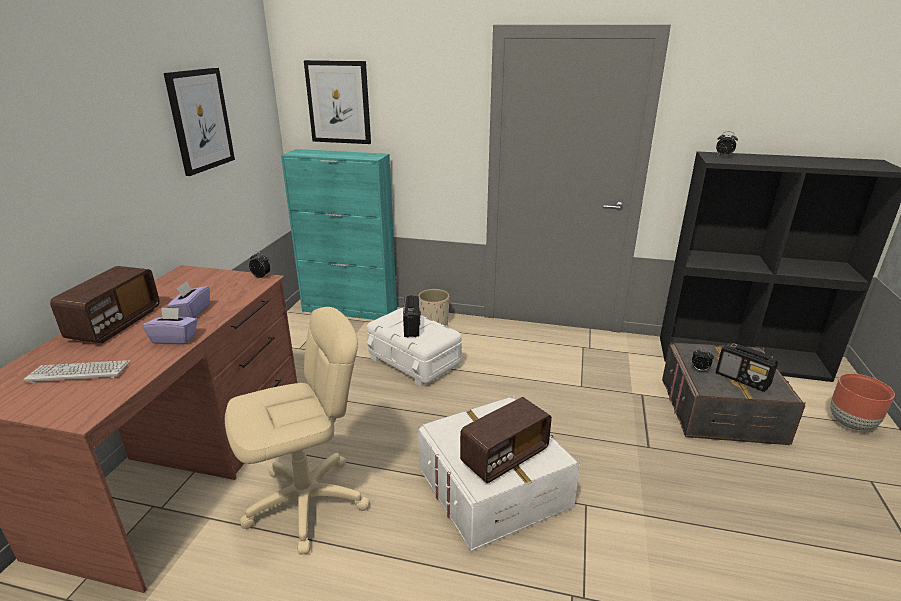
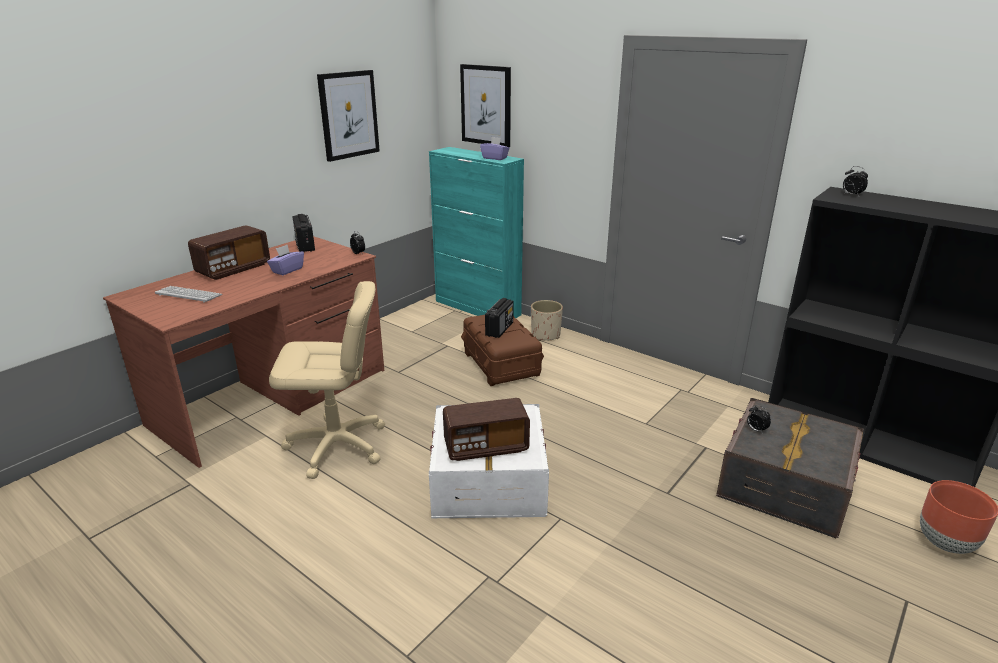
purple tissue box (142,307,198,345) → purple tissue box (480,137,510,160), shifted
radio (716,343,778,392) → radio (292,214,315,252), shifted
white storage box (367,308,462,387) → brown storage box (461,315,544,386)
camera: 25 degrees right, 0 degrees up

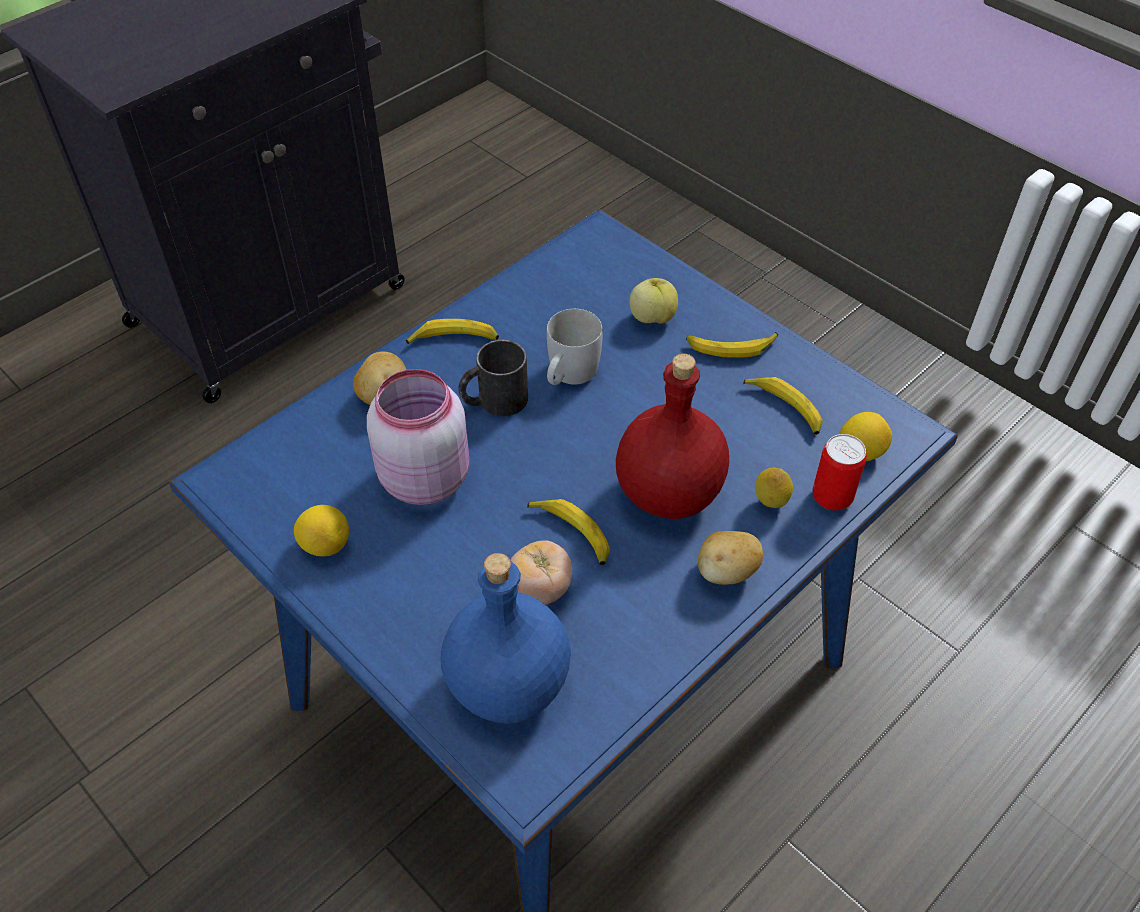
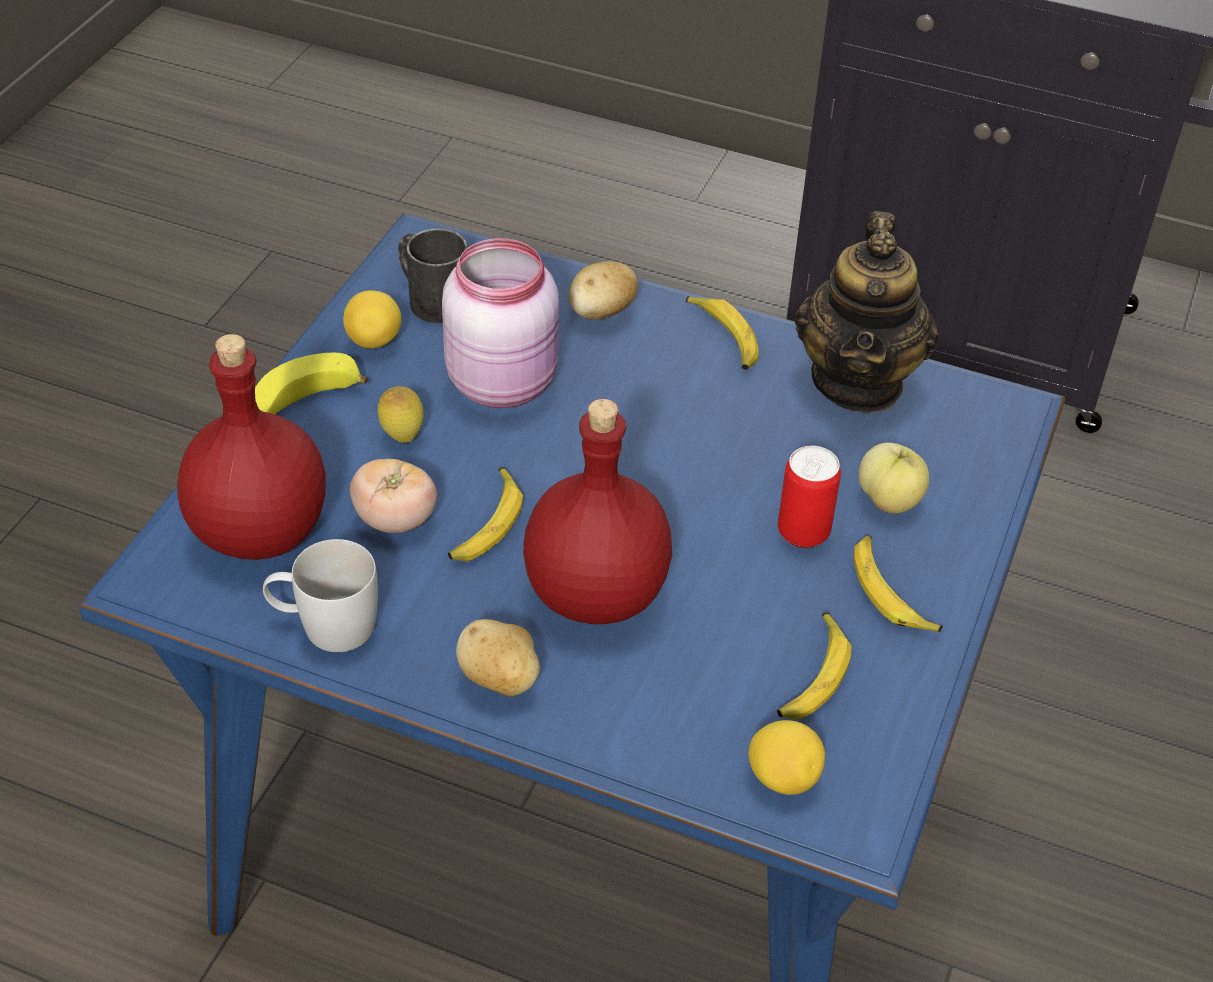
- → banana (255,353,368,414)
- → teapot (794,211,939,413)
black mug (458,340,528,416) → black mug (398,228,468,323), shifted
white mug (547,309,603,385) → white mug (263,539,378,652), shifted
lemon (755,468,793,508) → lemon (378,386,424,443), shifted
can (813,434,867,511) → can (778,446,841,548), shifted
blue bottle (441,553,571,724) → red bottle (177,334,326,560)
camera: 65 degrees right, 5 degrees down

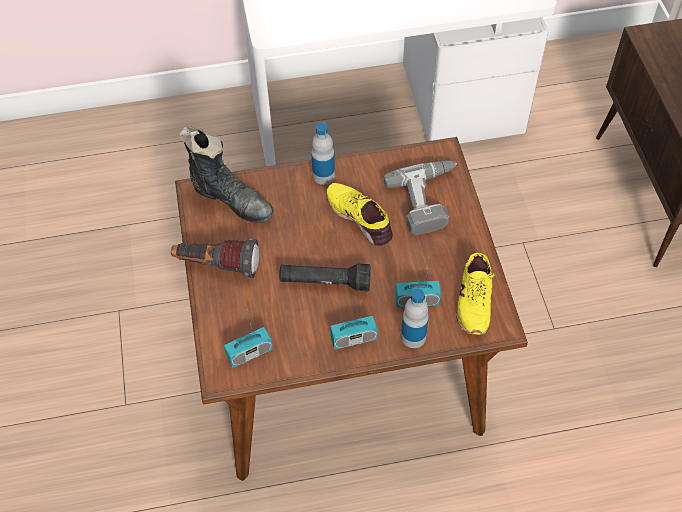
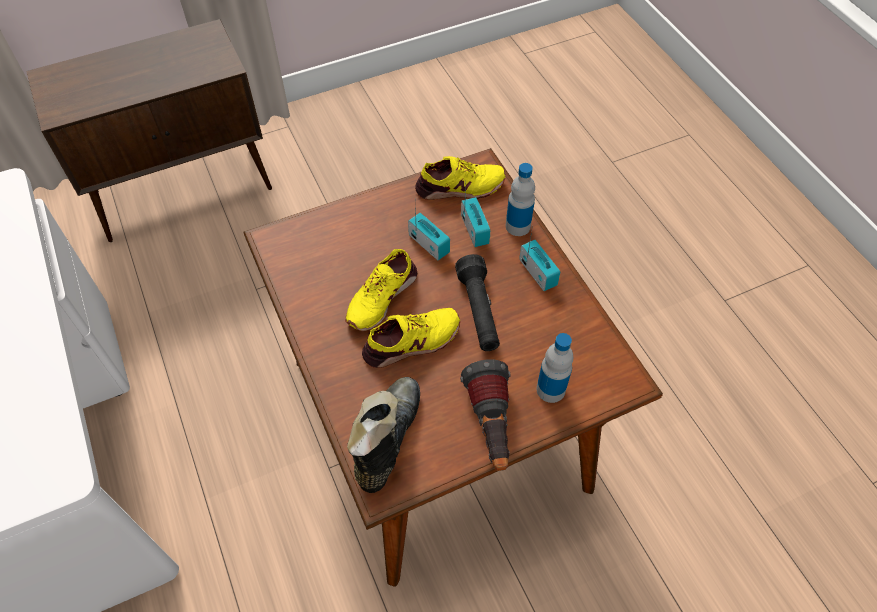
power drill (383,161,457,235) → -
- → yellow shoe (362,308,460,368)
radio (224,312,273,368) → radio (408,205,450,260), shifted
bottle (311,122,335,185) → bottle (536,333,573,403), shifted
camera: 105 degrees left, 0 degrees up

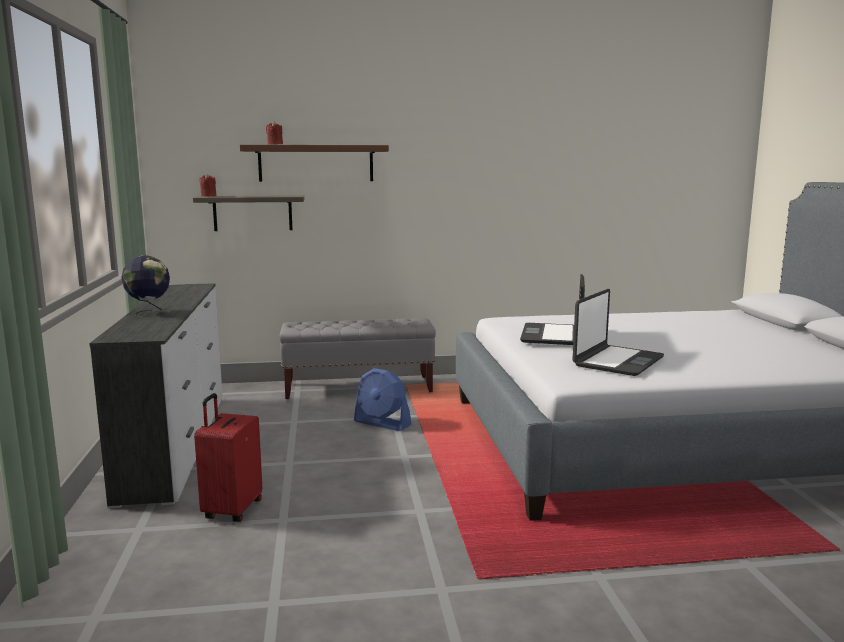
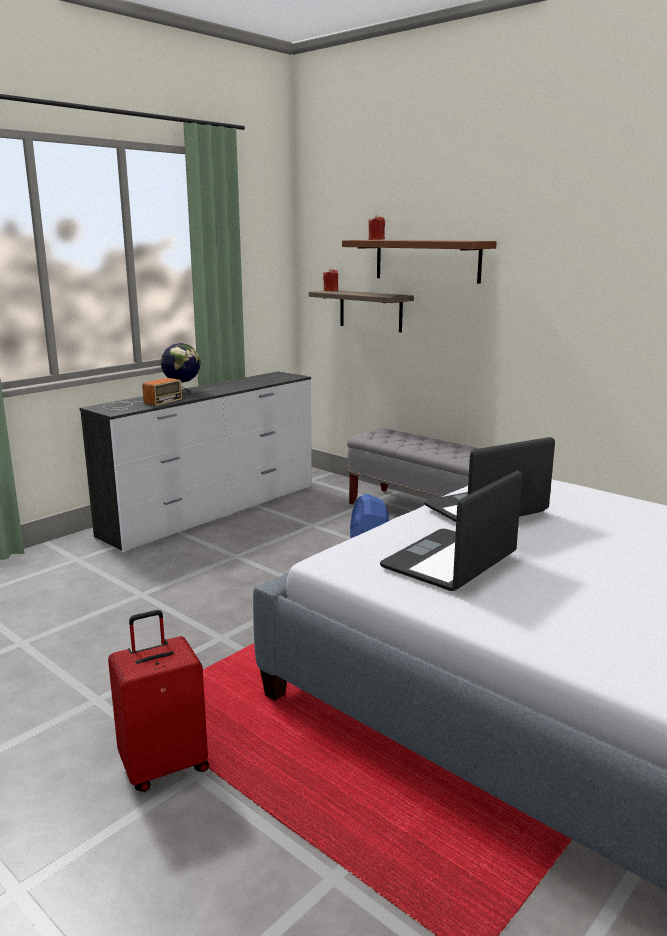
- → radio (104,378,182,410)
red suitcase (194,393,262,522) → red suitcase (108,610,209,792), shifted
laptop (572,289,664,376) → laptop (380,470,522,591), 135 degrees clockwise
camera: 50 degrees right, 5 degrees up

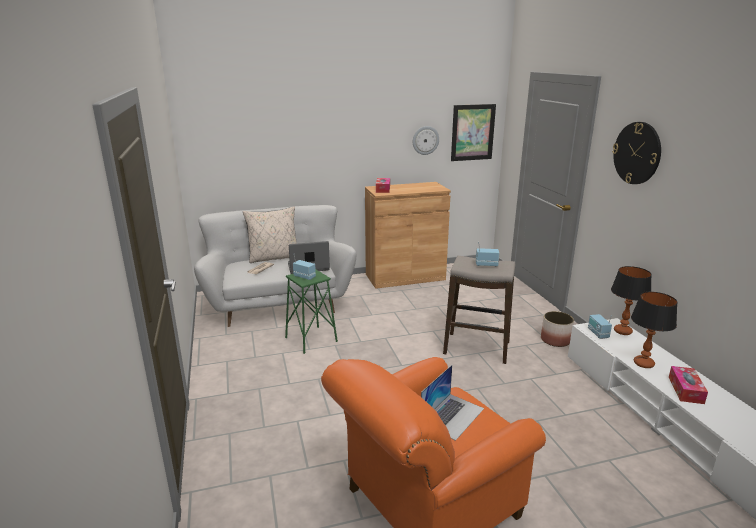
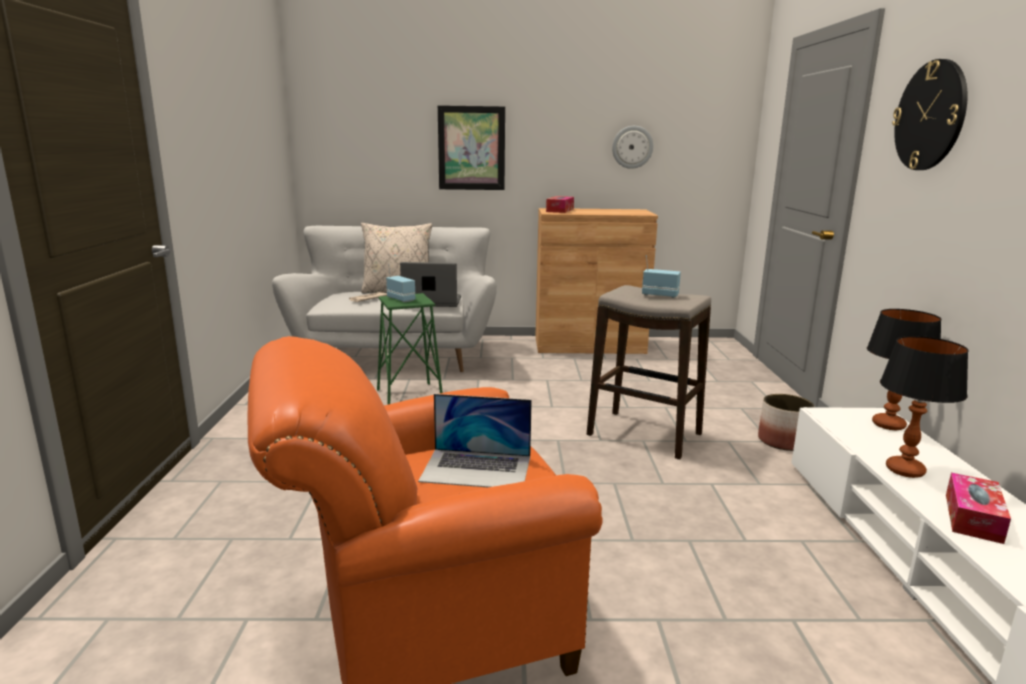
radio (588,314,612,339) → -
picture (451,104,496,161) → picture (438,105,505,190), shifted
laptop (421,365,484,441) → laptop (418,394,532,487), 45 degrees clockwise
camera: 15 degrees right, 5 degrees down

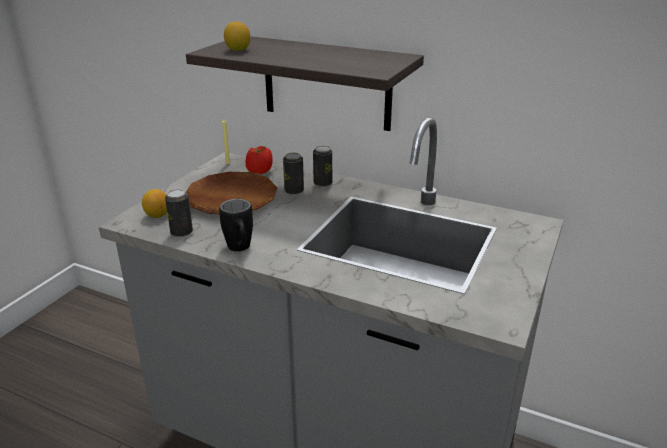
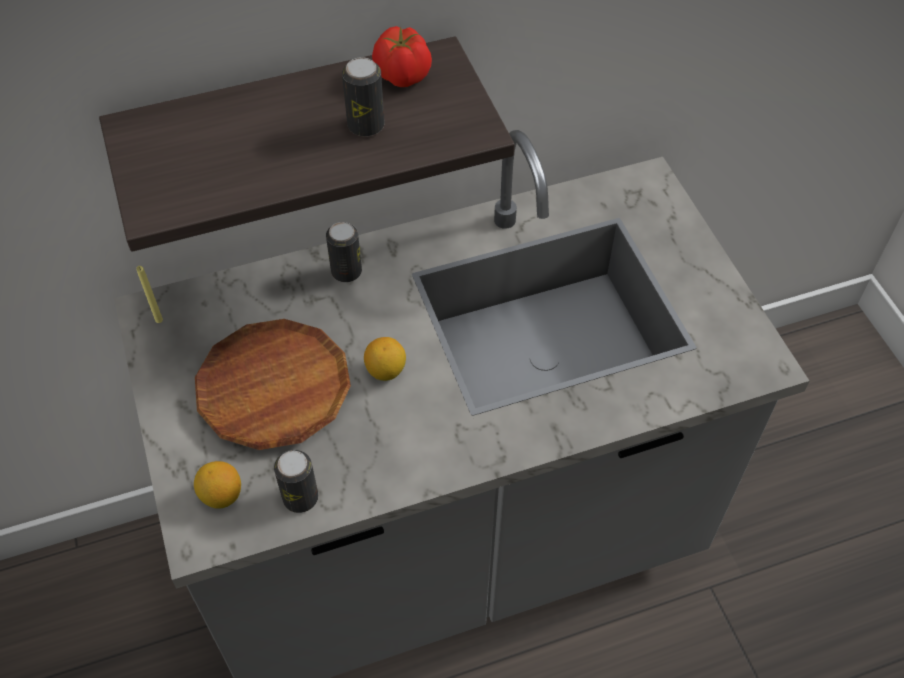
black mug (219,199,253,251) → -
lemon (224,21,250,51) → lemon (364,337,406,381), shifted
tomato (245,146,273,174) → tomato (372,26,432,87), shifted
can (283,153,304,195) → can (342,57,385,137), shifted
camera: 45 degrees left, 25 degrees up

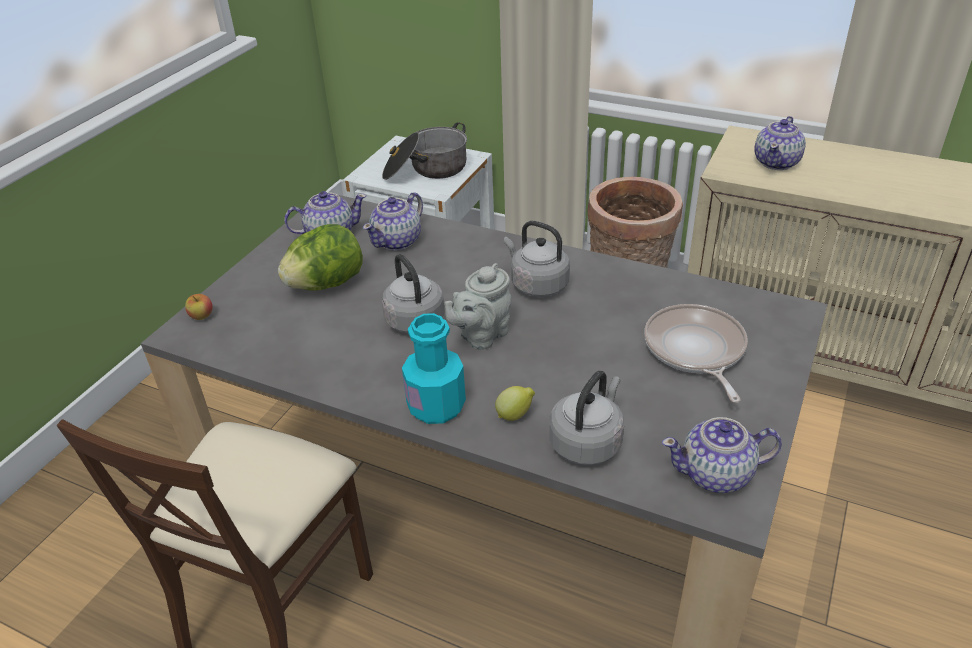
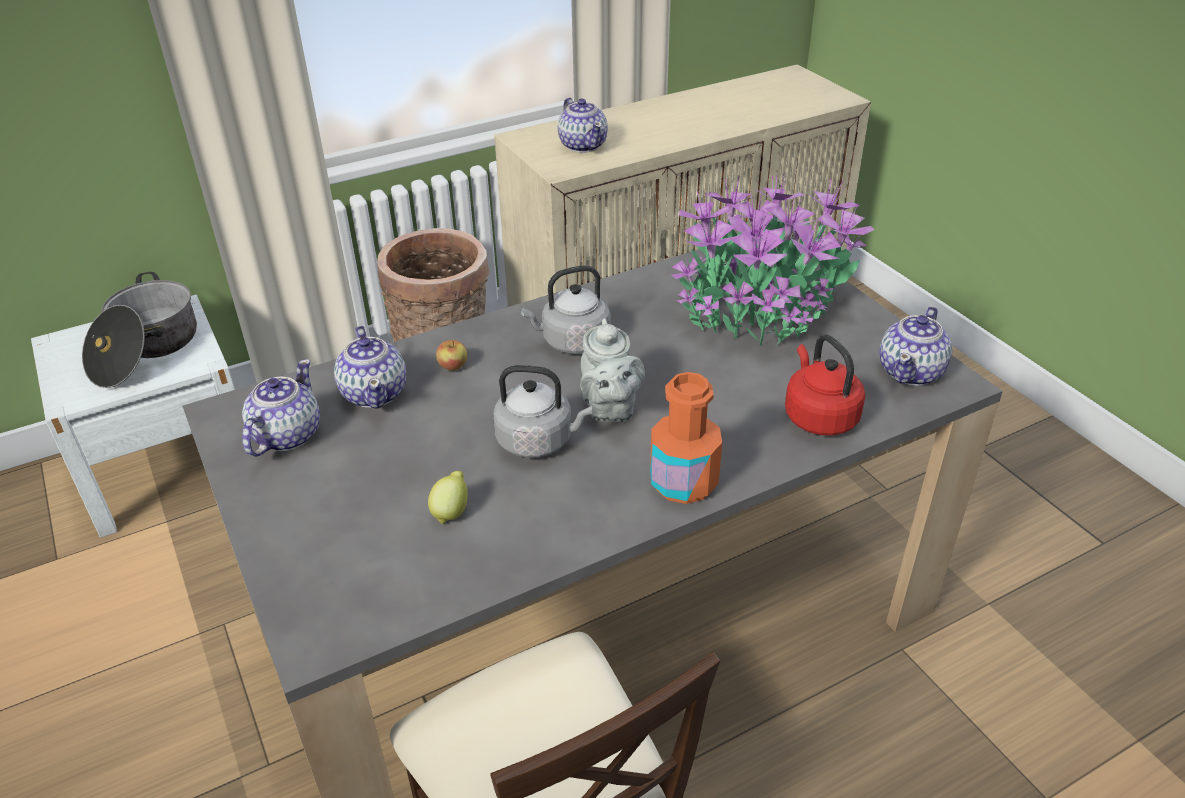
lettuce (278,224,363,291) → -
apple (185,294,213,320) → apple (436,340,467,371), shifted
lemon (495,386,535,421) → lemon (428,471,468,524), shifted
frying pan (644,304,748,403) → potted plant (671,174,874,346)
turquoise bottle (402,313,466,424) → orange bottle (650,372,722,504)
grey kettle (549,371,624,465) → red kettle (785,335,865,435)
camera: 55 degrees left, 0 degrees up

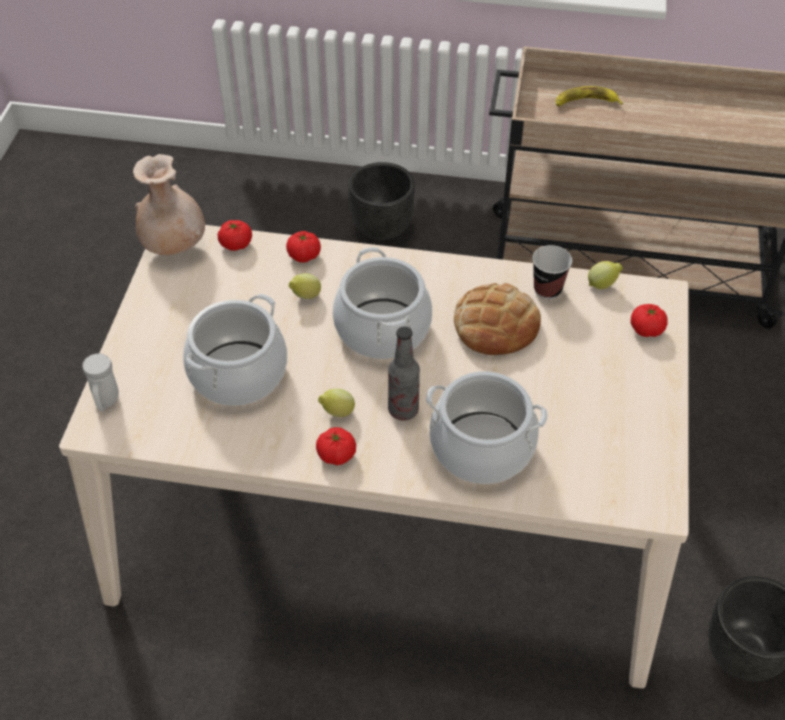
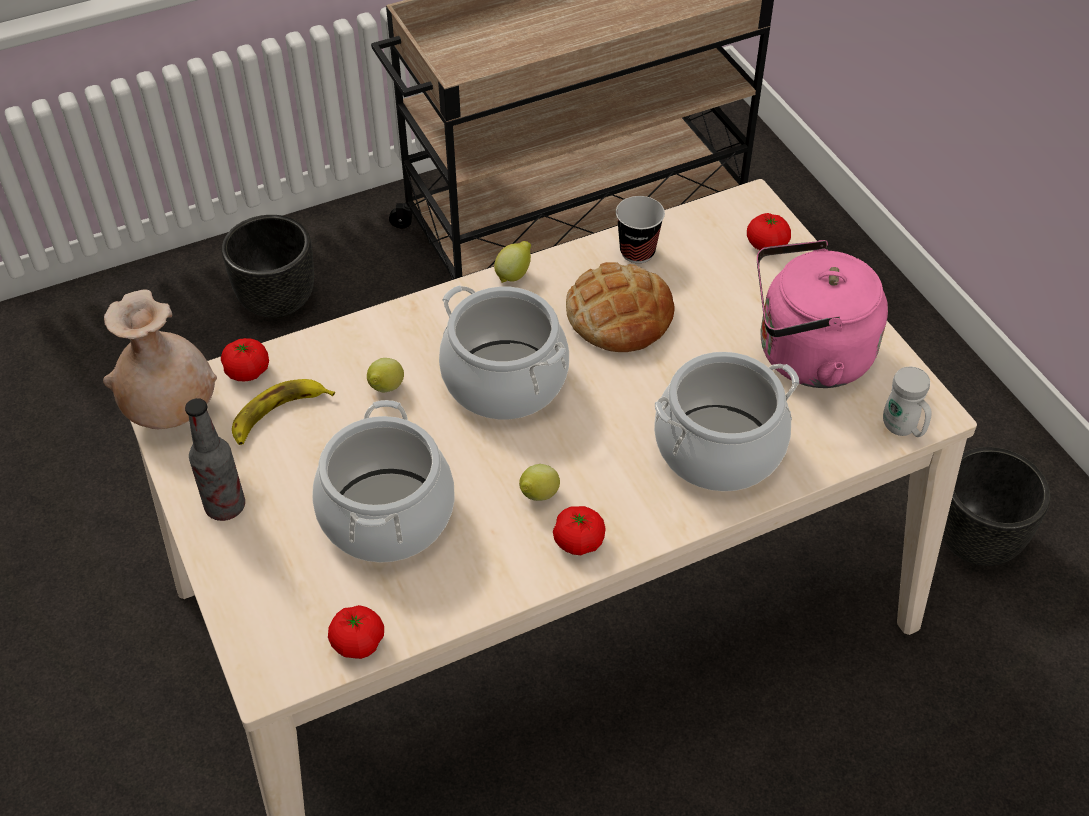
- → pink kettle (757,240,888,388)
white mug (83,353,119,411) → white mug (883,367,932,437), shifted
tomato (286,231,321,263) → tomato (328,605,384,659), shifted
bottle (388,326,420,420) → bottle (185,398,245,521), shifted
banana (556,86,623,106) → banana (232,379,335,445), shifted
lemon (588,261,623,289) → lemon (494,241,531,283), shifted
camera: 35 degrees left, 0 degrees up

